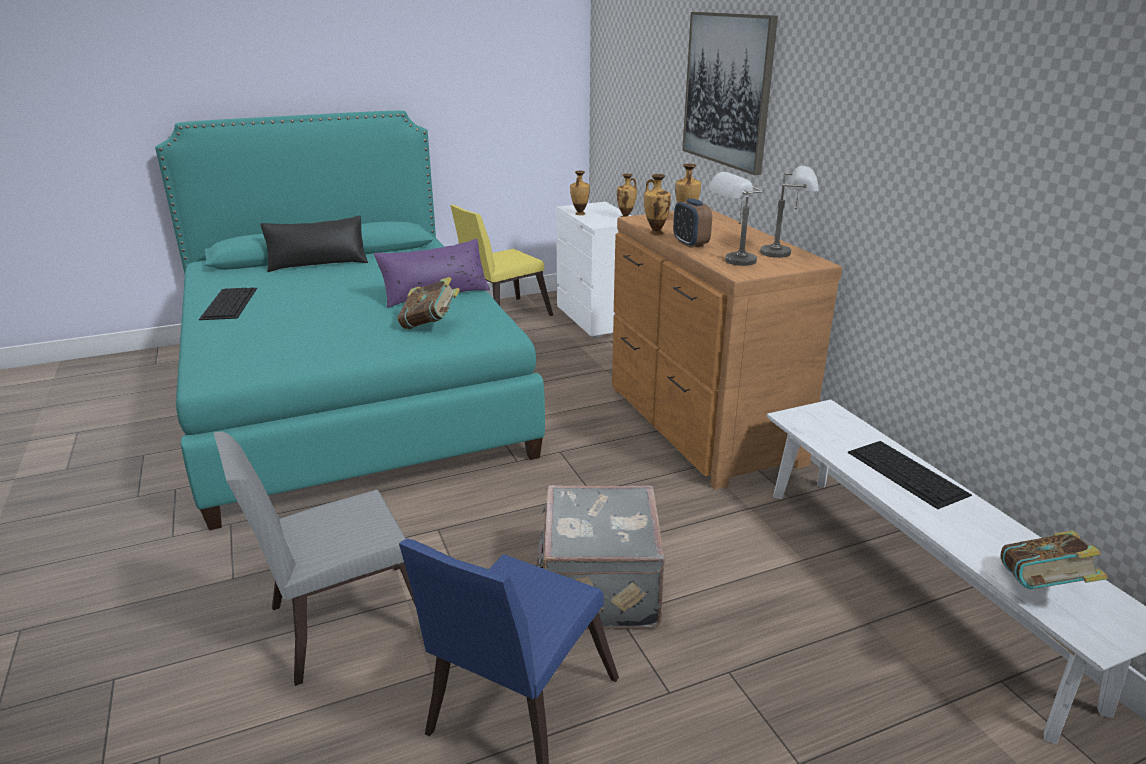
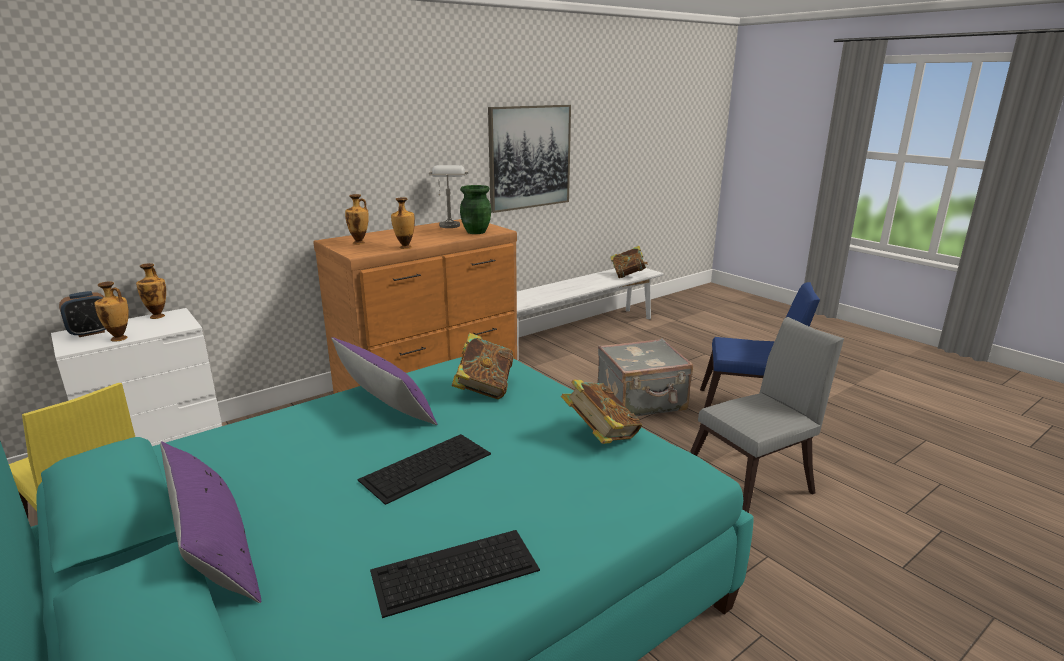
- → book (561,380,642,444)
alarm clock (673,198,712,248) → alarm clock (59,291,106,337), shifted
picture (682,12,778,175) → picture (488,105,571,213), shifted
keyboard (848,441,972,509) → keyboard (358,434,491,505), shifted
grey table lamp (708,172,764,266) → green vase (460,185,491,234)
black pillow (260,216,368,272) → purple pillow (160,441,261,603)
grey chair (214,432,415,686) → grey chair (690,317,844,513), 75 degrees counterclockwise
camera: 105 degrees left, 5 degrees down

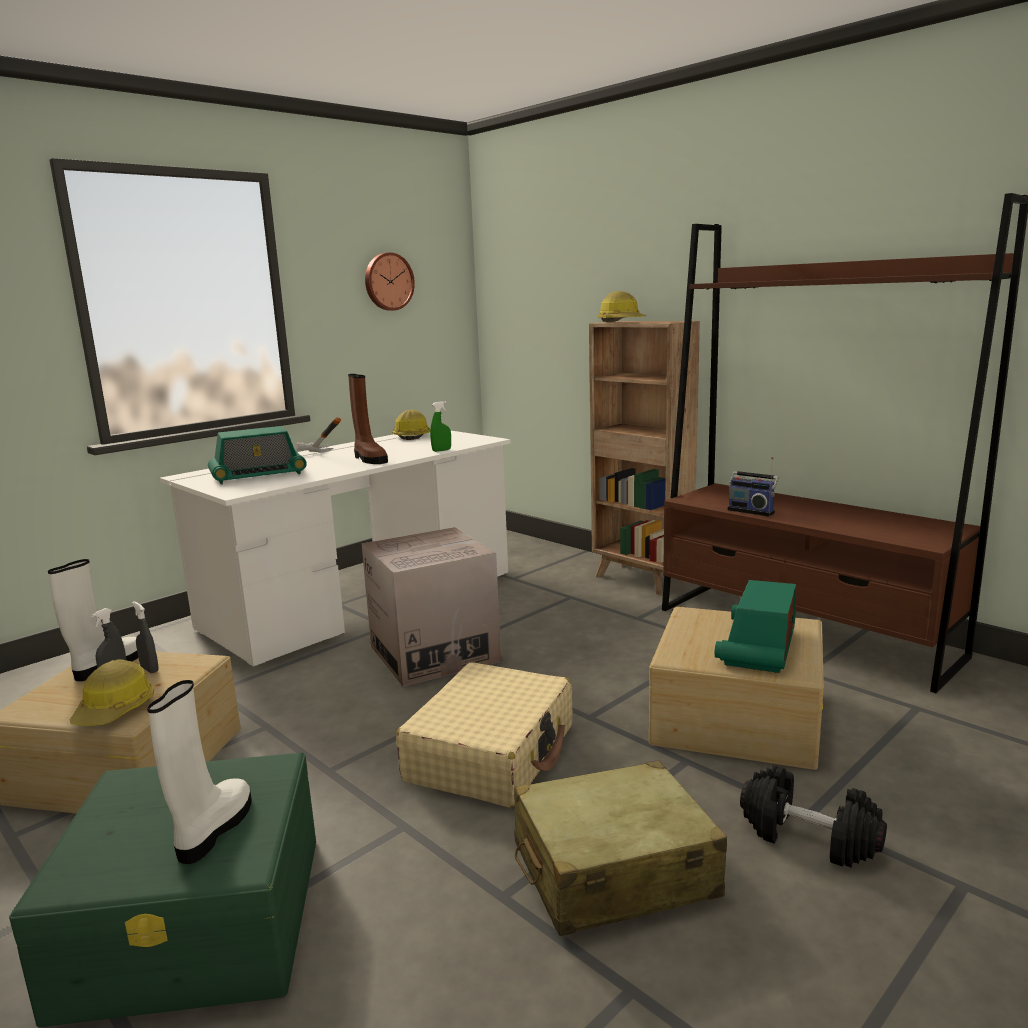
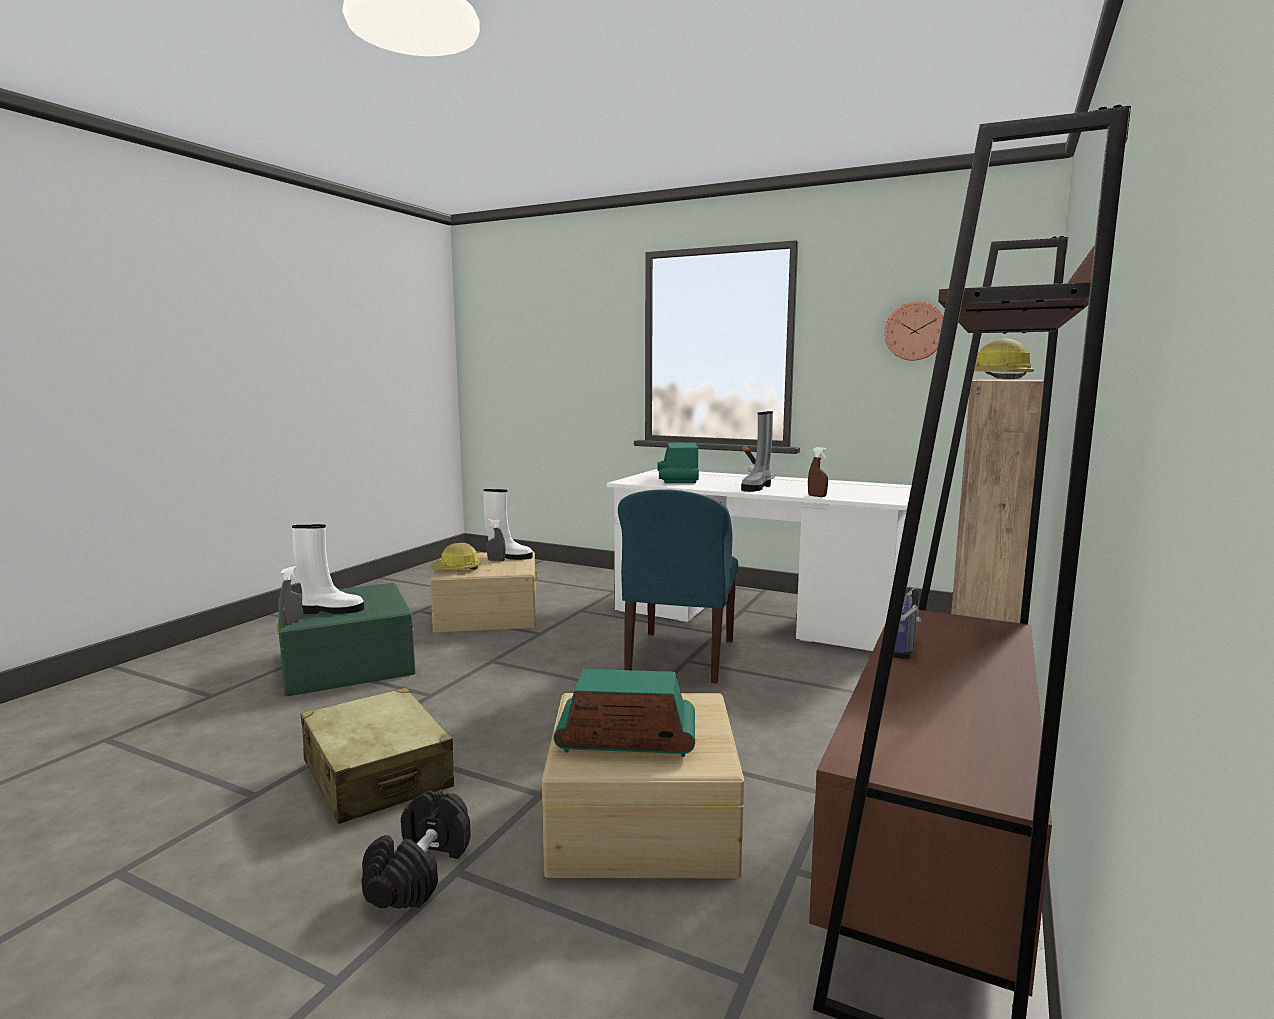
hard hat (392,410,430,440) → -
beige suitcase (396,662,572,808) → -
grey spray bottle (132,601,159,673) → grey spray bottle (279,566,303,626), shifted
cardboard box (361,527,501,687) → blue chair (618,489,738,684)
brown boot (348,374,388,464) → grey boot (741,411,773,492)
green spray bottle (430,401,451,452) → brown spray bottle (808,447,828,497)
radio (208,426,307,484) → radio (658,443,699,483), 45 degrees clockwise
camera: 70 degrees right, 5 degrees down

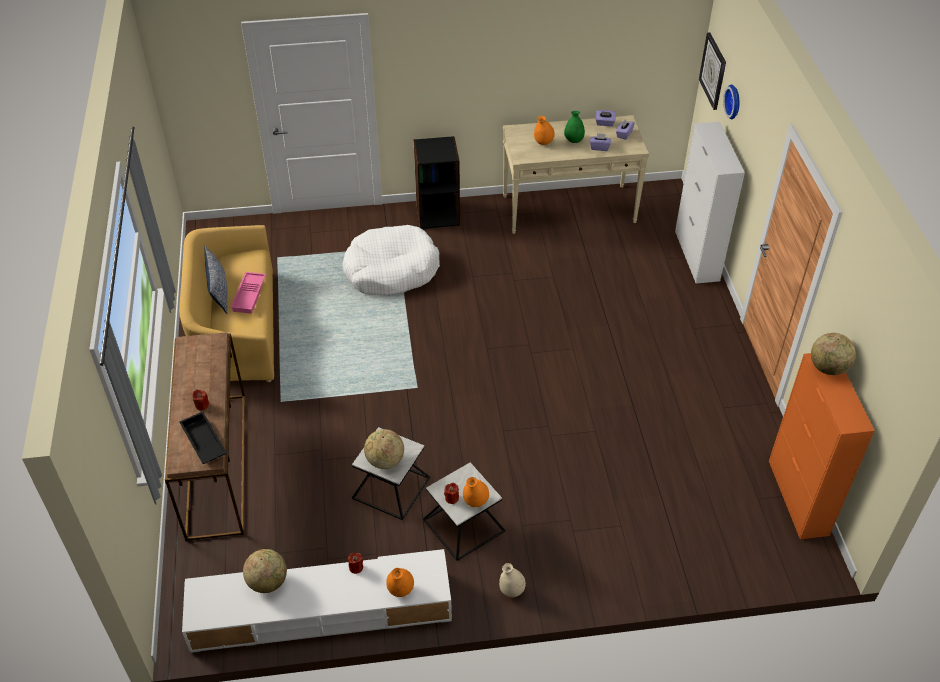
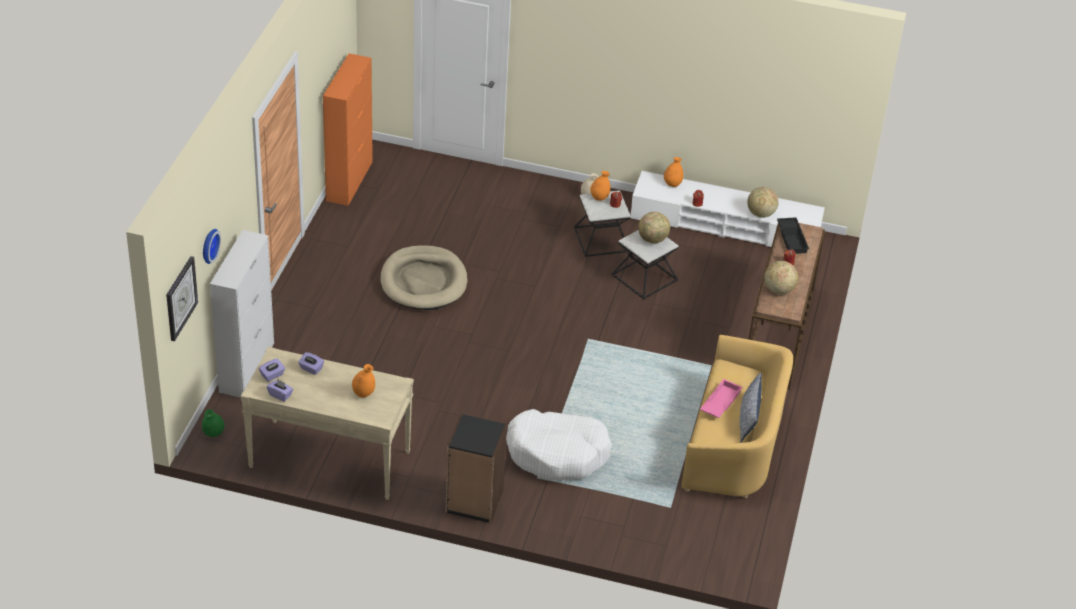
- → beige dog bed (380,245,467,310)
green vase (564,111,585,143) → green vase (202,409,225,437), shifted
globe (811,333,856,375) → globe (764,261,798,295), shifted
camera: 160 degrees left, 5 degrees down

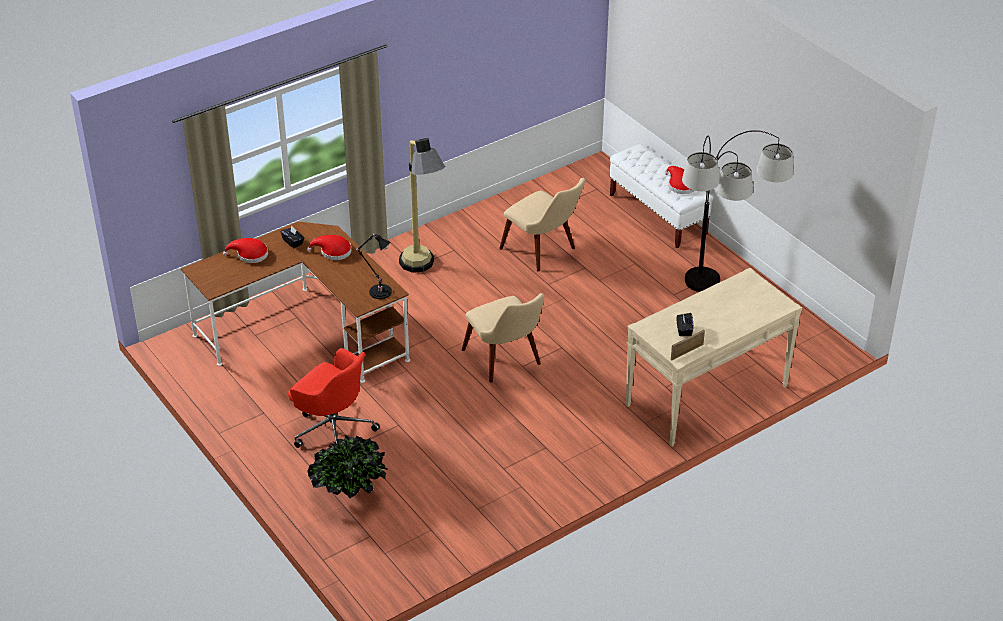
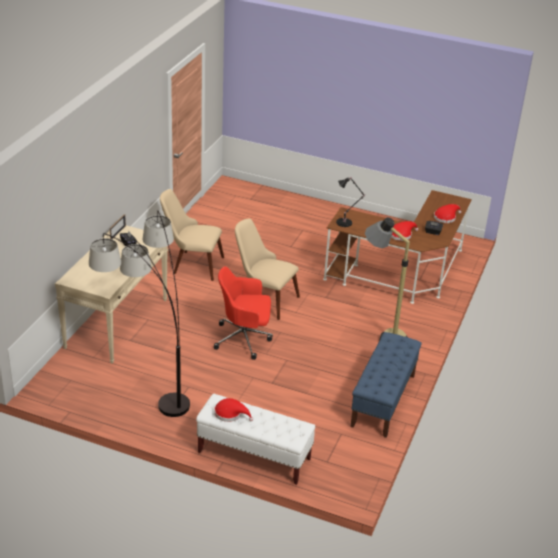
potted plant (307,436,388,498) → -
- → blue bench (350,332,422,438)
red office chair (288,348,380,448) → red office chair (214,266,273,360), shifted
beige chair (499,178,585,272) → beige chair (160,189,224,281), shifted
camera: 145 degrees right, 5 degrees down

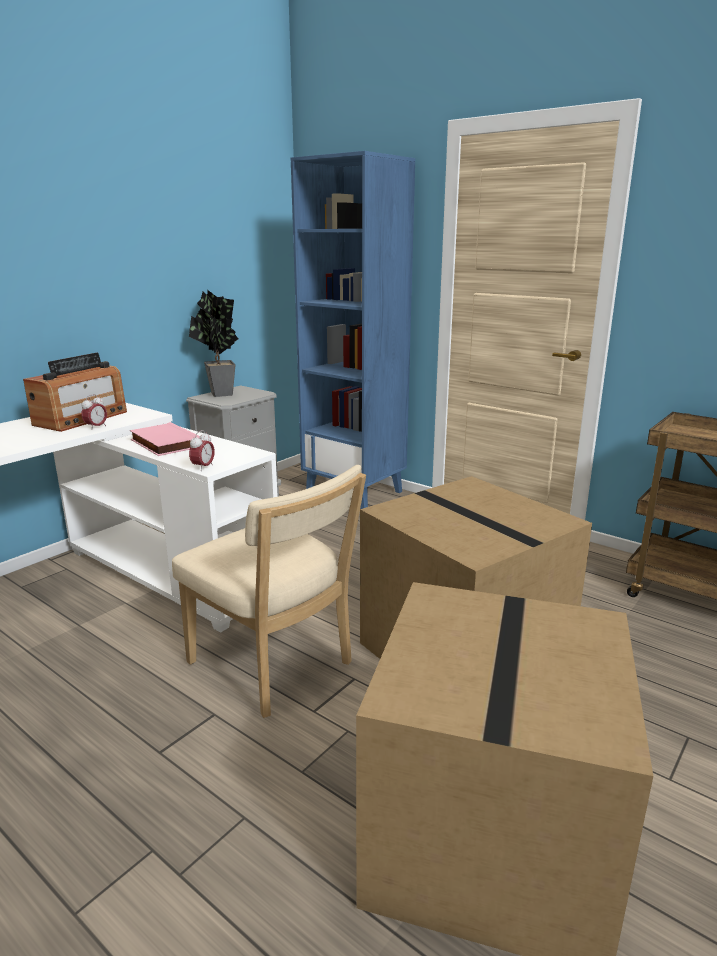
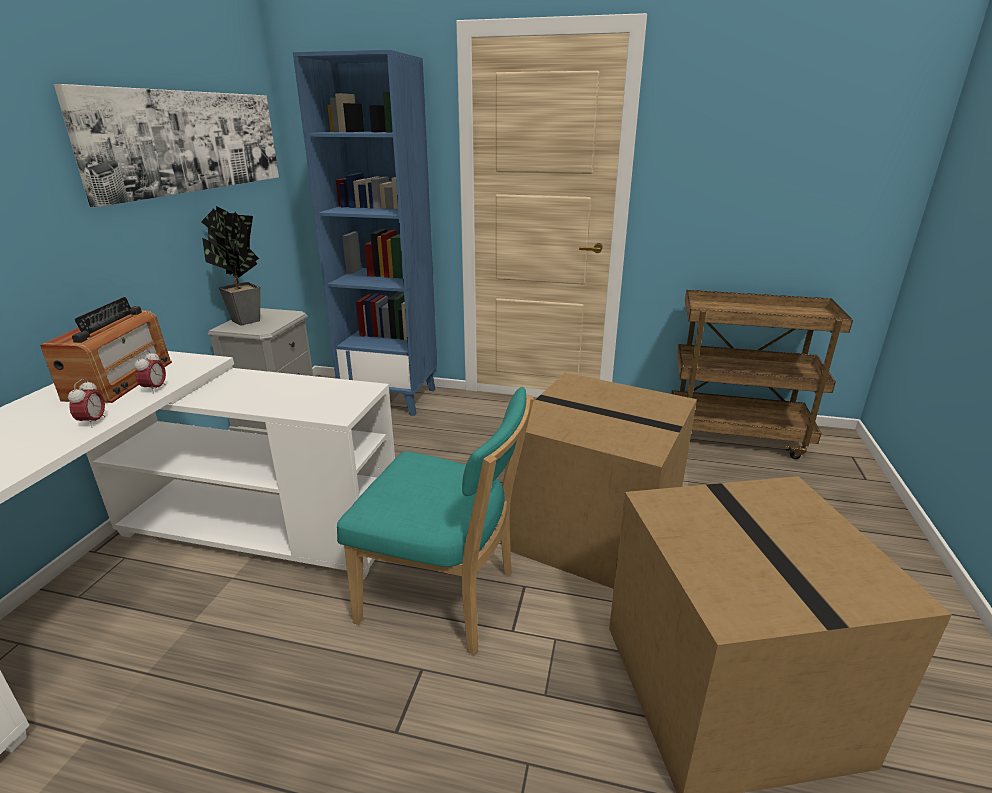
pink book (130,422,200,456) → -
- → picture (54,84,279,207)
alarm clock (189,430,215,471) → alarm clock (68,379,105,428), shifted
beige chair (172,465,366,718) → turquoise chair (337,387,534,655)
camera: 25 degrees left, 5 degrees up

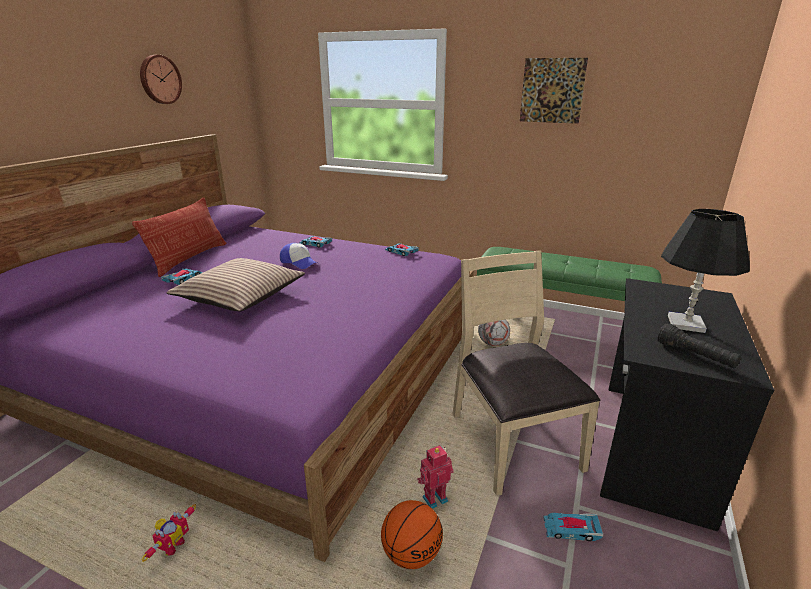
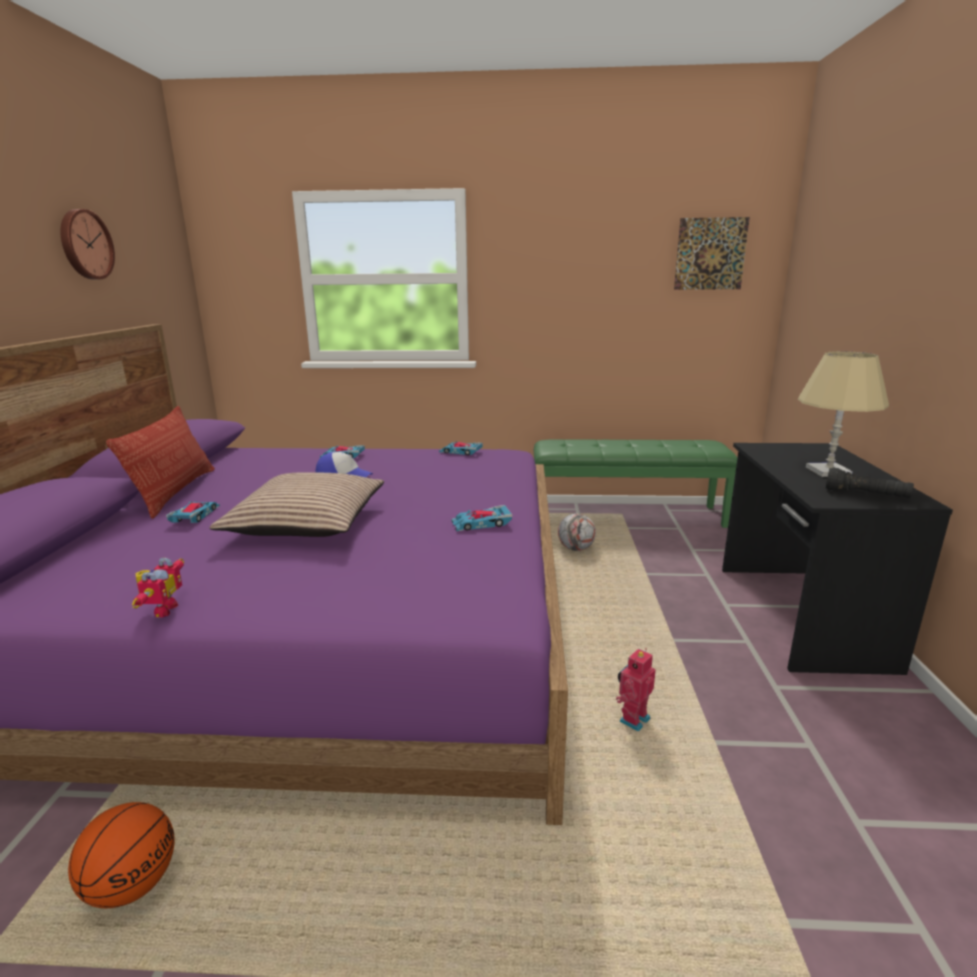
beige chair (453,251,600,495) → -
toy robot (142,504,196,562) → toy robot (132,558,184,618), shifted
basketball (381,500,443,569) → basketball (68,802,175,908), shifted
picture (520,58,588,124) → picture (674,217,750,290), shifted
toy car (543,513,603,541) → toy car (452,505,512,531), shifted
black table lamp (661,209,750,333) → beige table lamp (798,351,889,477)
camera: 20 degrees left, 5 degrees down

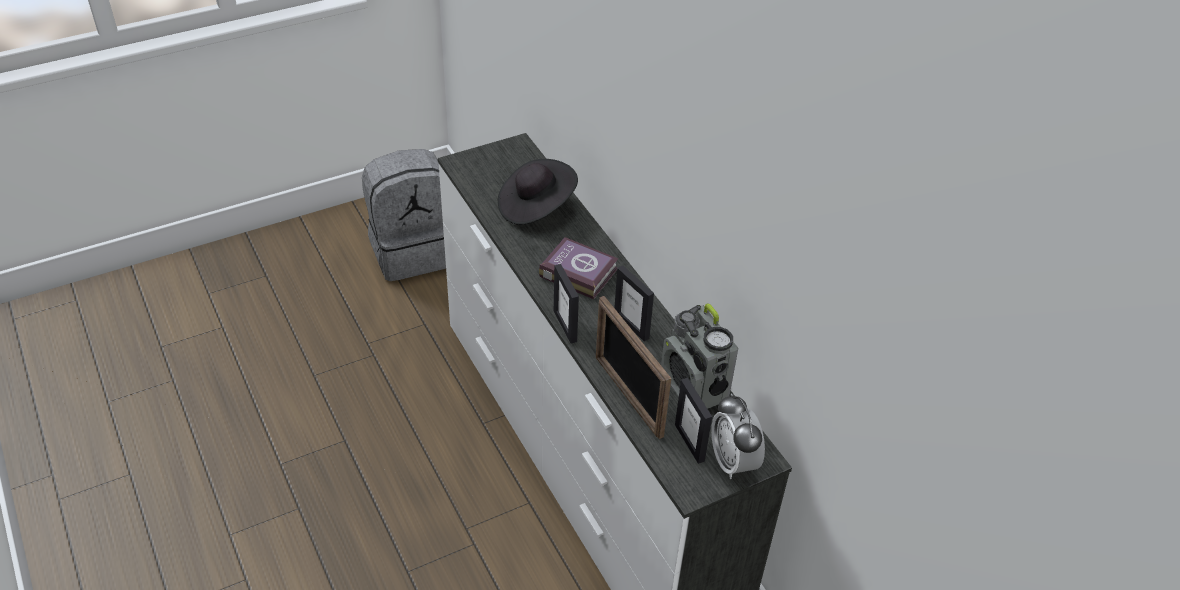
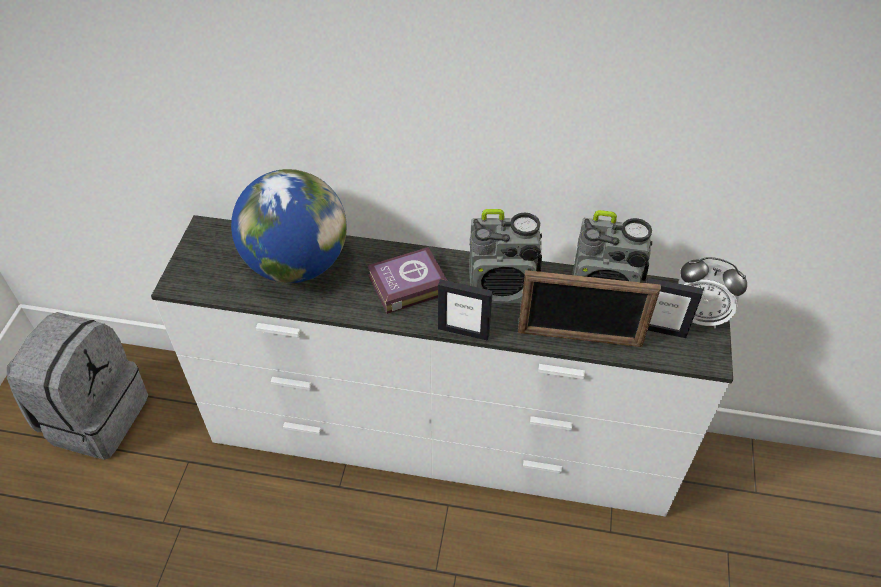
black hat (498,159,578,225) → globe (231,169,347,283)
picture frame (614,265,654,341) → radio (469,209,542,303)
camera: 50 degrees left, 5 degrees up

